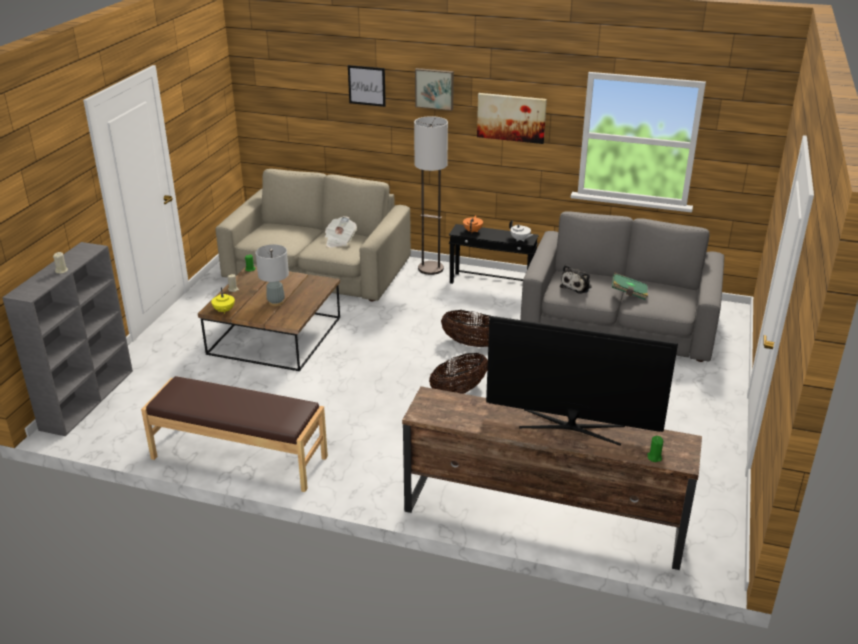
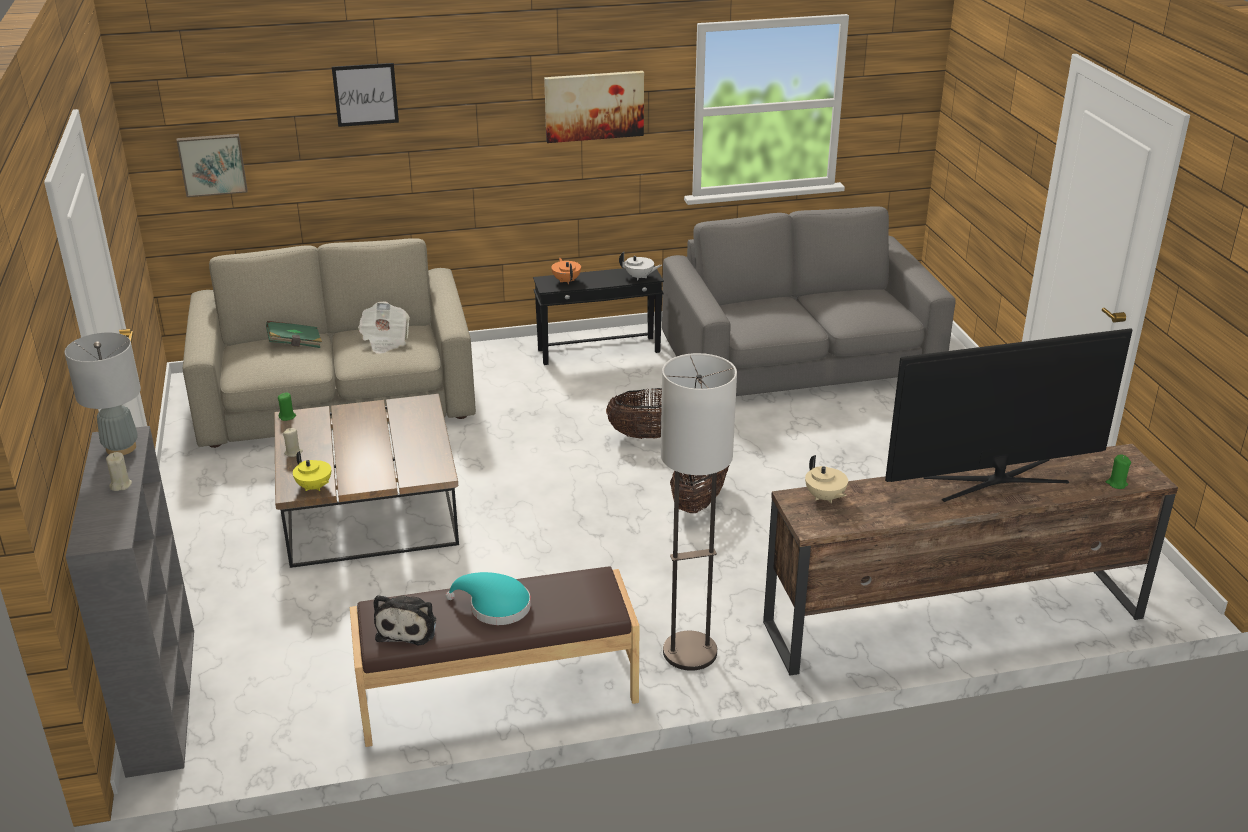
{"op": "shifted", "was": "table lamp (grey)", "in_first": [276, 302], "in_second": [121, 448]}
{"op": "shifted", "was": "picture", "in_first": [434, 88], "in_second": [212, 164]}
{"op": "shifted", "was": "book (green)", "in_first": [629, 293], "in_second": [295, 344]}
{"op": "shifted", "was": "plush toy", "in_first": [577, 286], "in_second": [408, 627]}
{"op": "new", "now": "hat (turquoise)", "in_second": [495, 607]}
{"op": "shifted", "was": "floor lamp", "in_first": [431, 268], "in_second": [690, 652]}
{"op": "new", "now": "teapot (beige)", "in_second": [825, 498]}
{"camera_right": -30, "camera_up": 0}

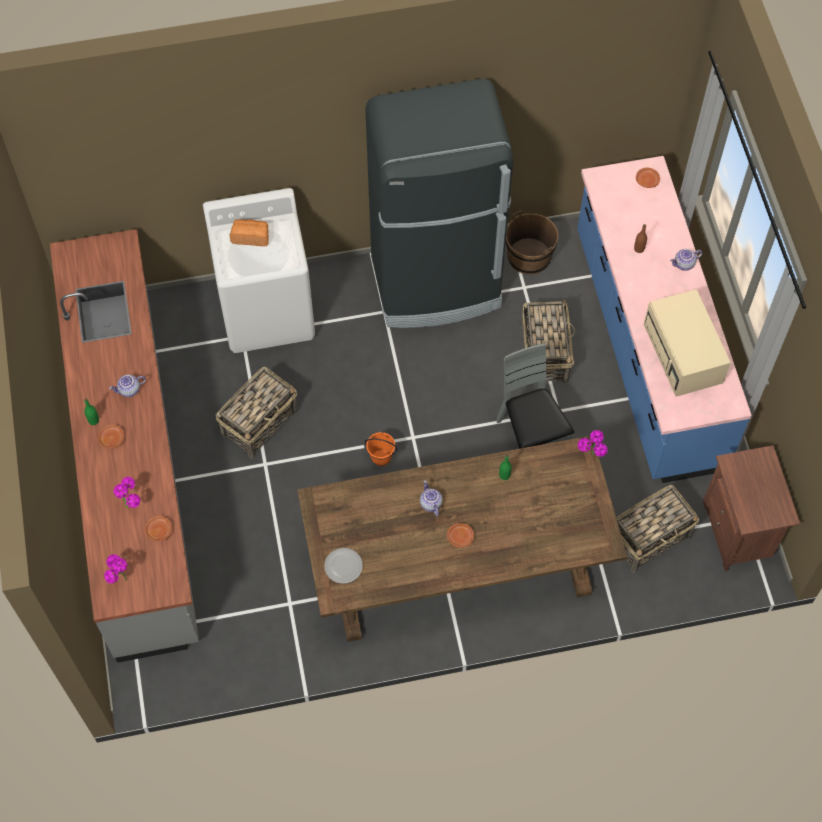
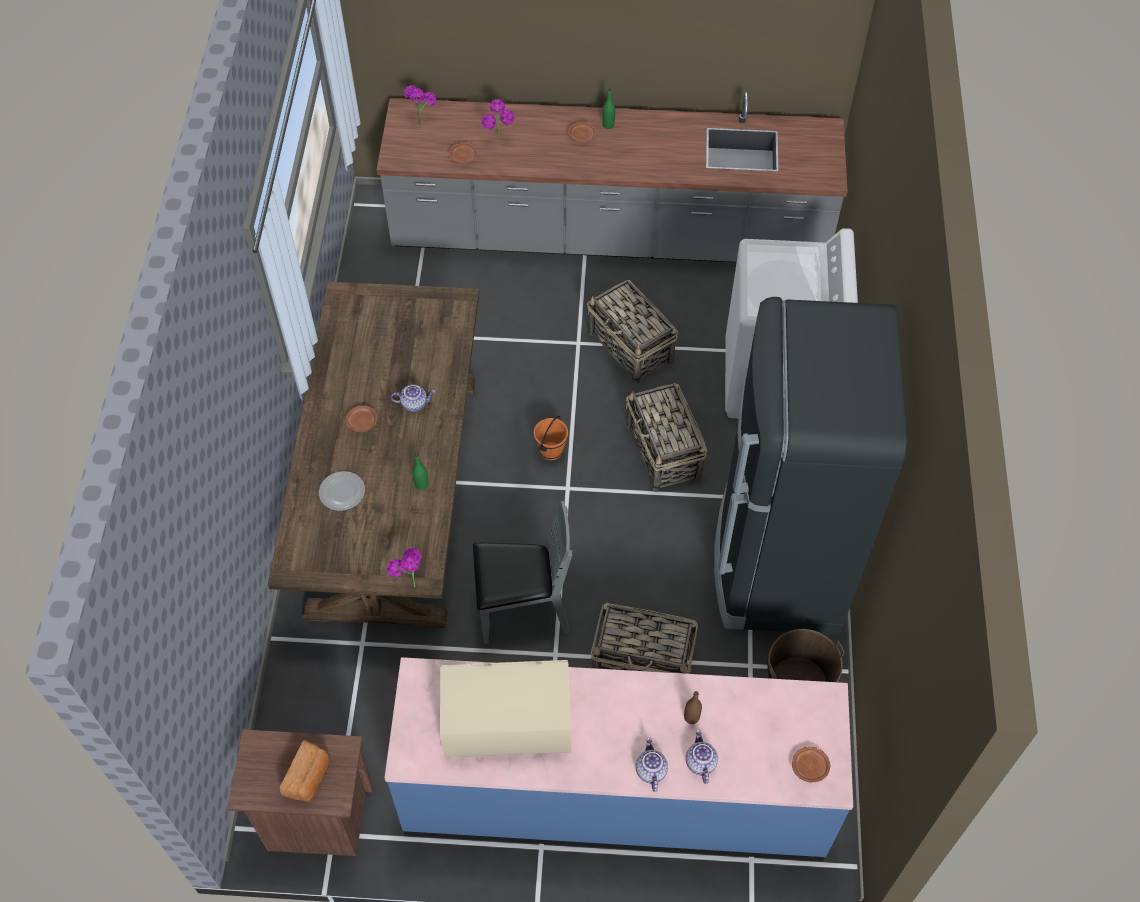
{"op": "shifted", "was": "bread", "in_first": [251, 237], "in_second": [309, 777]}
{"op": "shifted", "was": "plate", "in_first": [343, 566], "in_second": [341, 492]}
{"op": "shifted", "was": "basket", "in_first": [650, 537], "in_second": [664, 453]}
{"op": "shifted", "was": "teapot", "in_first": [129, 390], "in_second": [699, 762]}
{"camera_right": 105, "camera_up": -5}

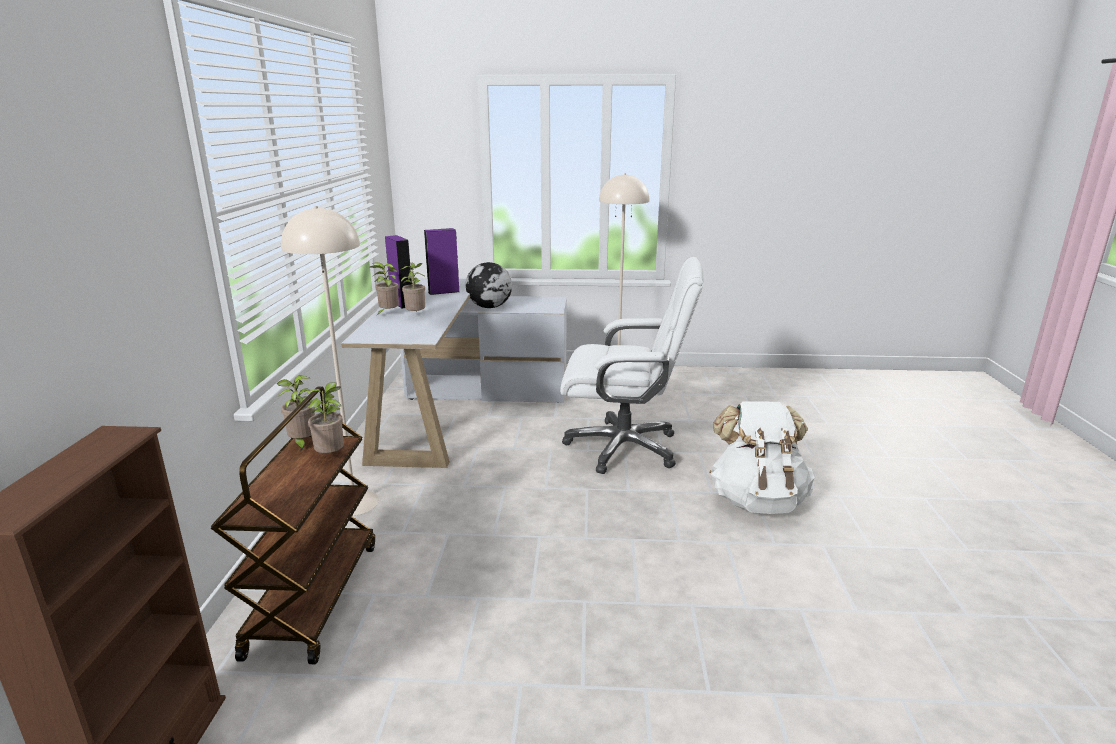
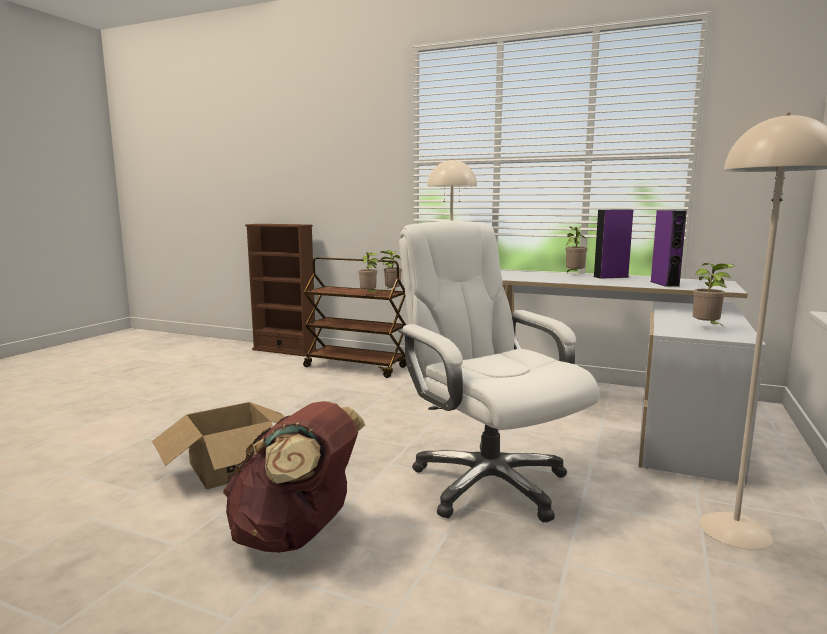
{"op": "new", "now": "cardboard box", "in_second": [232, 467]}
{"op": "repainted", "was": "backpack (white)", "now": "backpack (brown)", "in_first": [757, 500], "in_second": [296, 535]}
{"op": "rotated", "was": "office chair (white)", "in_first": [624, 447], "in_second": [488, 483], "clockwise": 120}
{"op": "shifted", "was": "potted plant", "in_first": [416, 315], "in_second": [707, 328]}
{"op": "gone", "was": "globe", "in_first": [489, 307]}
{"camera_right": 110, "camera_up": -10}

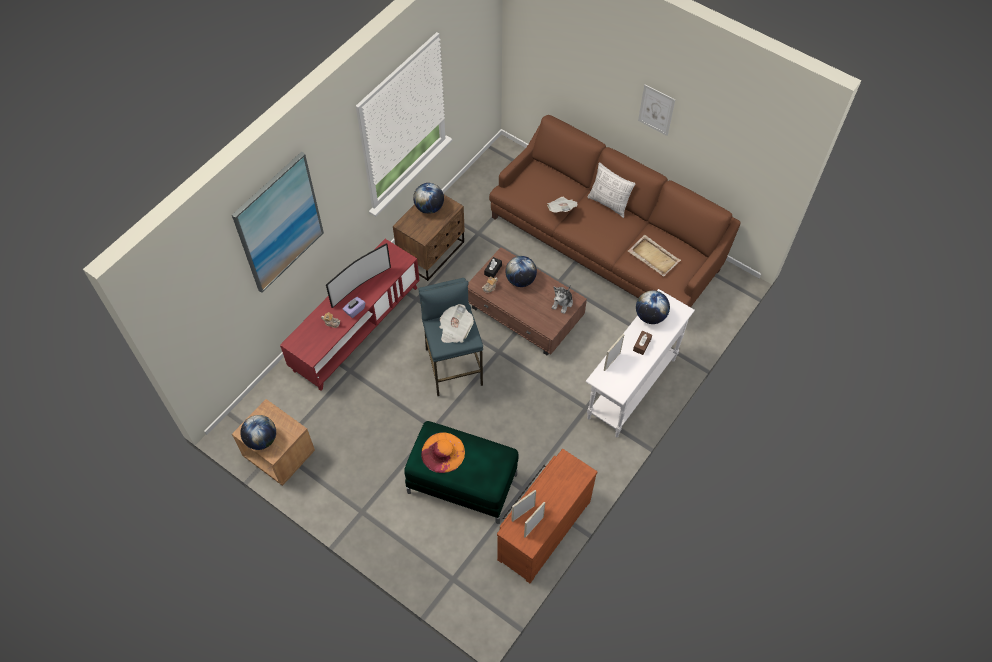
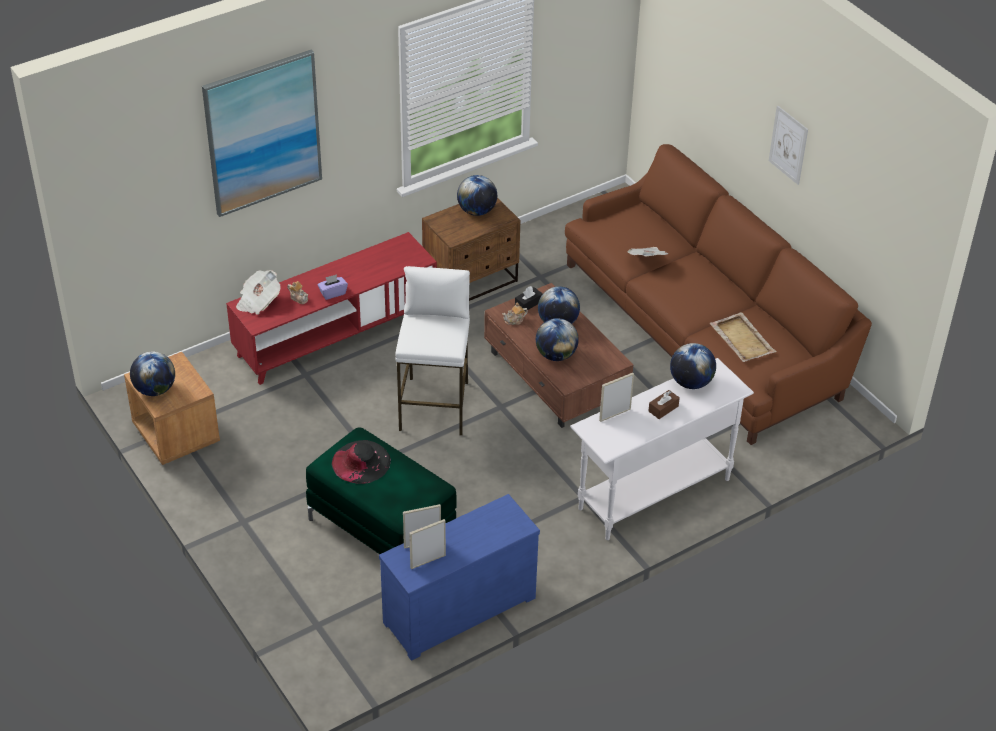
{"op": "shifted", "was": "newspaper", "in_first": [455, 330], "in_second": [258, 301]}
{"op": "repainted", "was": "hat (orange)", "now": "hat (black)", "in_first": [443, 452], "in_second": [361, 462]}
{"op": "repainted", "was": "dresser (brown)", "now": "dresser (blue)", "in_first": [542, 528], "in_second": [457, 607]}
{"op": "repainted", "was": "stool (blue)", "now": "stool (white)", "in_first": [453, 366], "in_second": [435, 406]}
{"op": "new", "now": "globe", "in_second": [556, 355]}
{"op": "gone", "was": "television", "in_first": [359, 285]}
{"op": "gone", "was": "plush toy", "in_first": [562, 303]}
{"op": "gone", "was": "pillow", "in_first": [609, 203]}
{"camera_right": 20, "camera_up": -15}

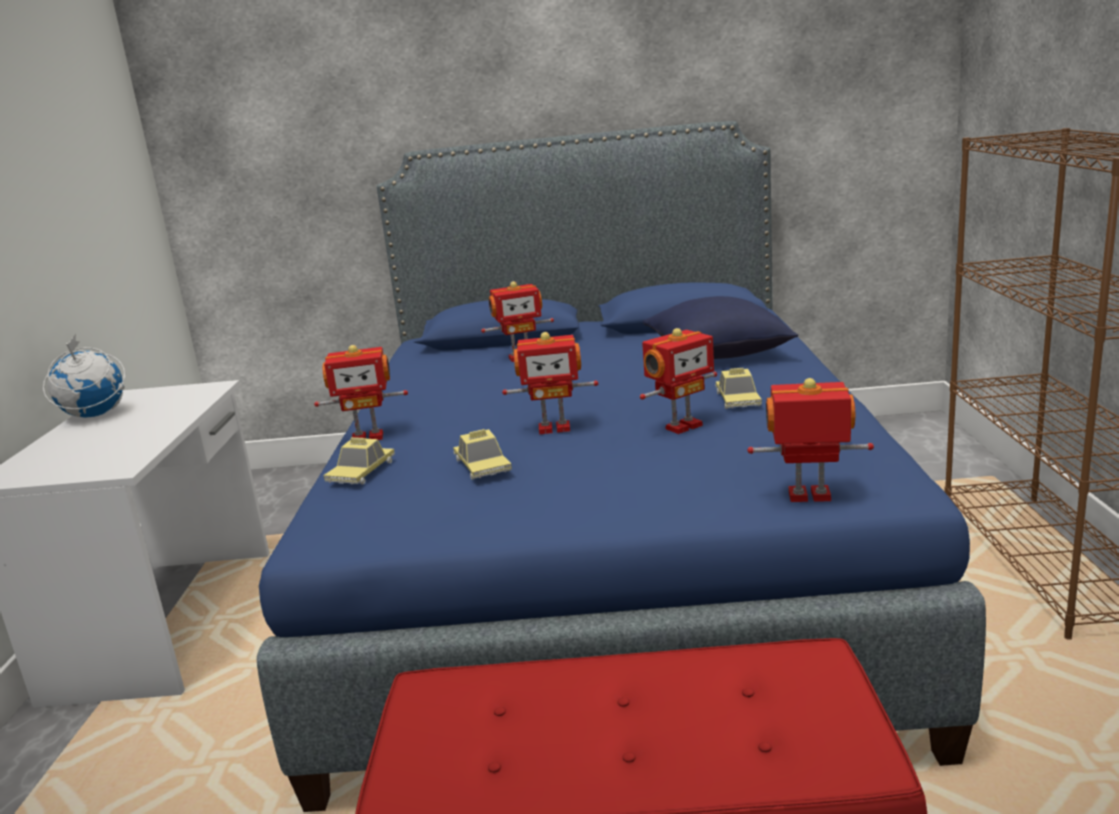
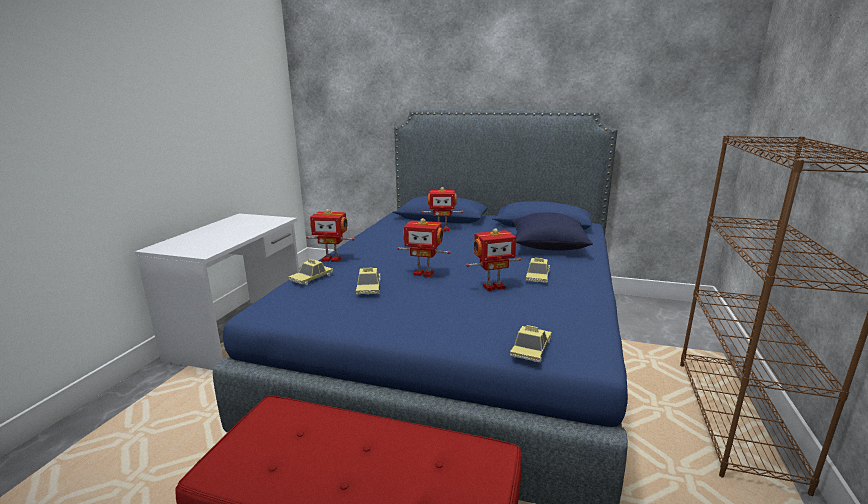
{"op": "swapped", "was": "toy robot", "now": "toy car", "in_first": [809, 497], "in_second": [531, 349]}
{"op": "gone", "was": "globe", "in_first": [93, 416]}
{"camera_right": 15, "camera_up": 0}

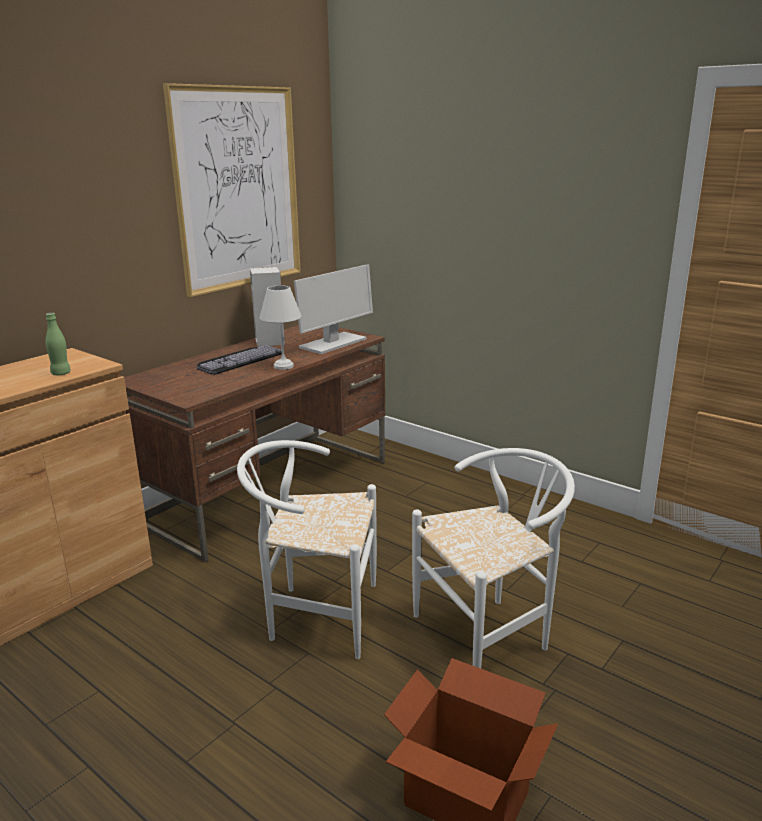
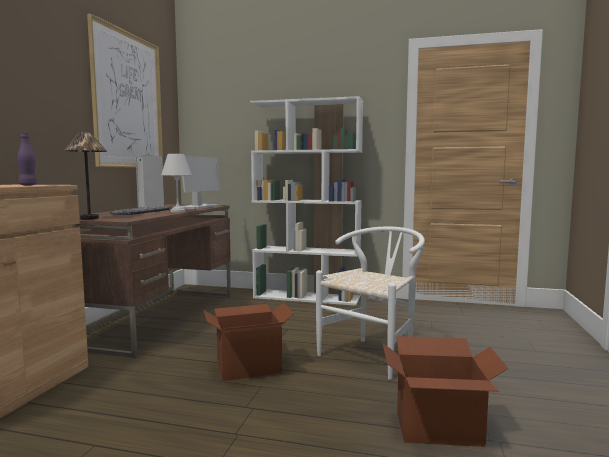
{"op": "repainted", "was": "bottle (green)", "now": "bottle (purple)", "in_first": [61, 373], "in_second": [28, 185]}
{"op": "new", "now": "table lamp", "in_second": [89, 218]}
{"op": "swapped", "was": "chair (white)", "now": "cardboard box", "in_first": [315, 615], "in_second": [248, 367]}
{"op": "new", "now": "bookcase (white)", "in_second": [307, 297]}
{"camera_right": -25, "camera_up": -15}

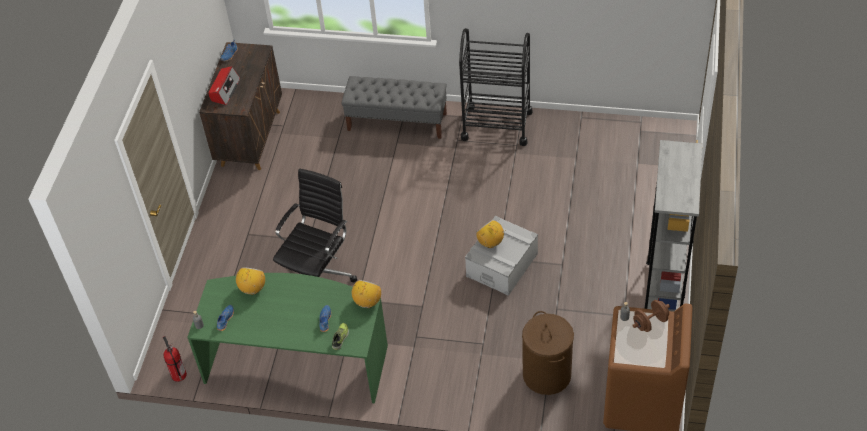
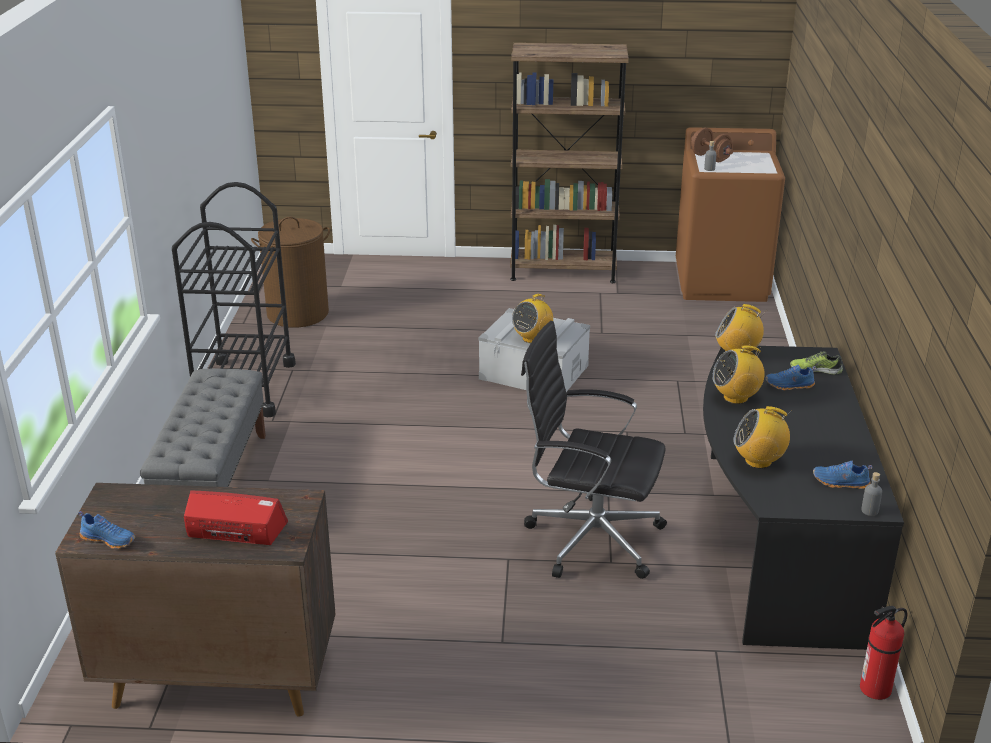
{"op": "shifted", "was": "laundry basket (brown)", "in_first": [547, 374], "in_second": [298, 313]}
{"op": "repainted", "was": "bookcase (grey)", "now": "bookcase (brown)", "in_first": [662, 295], "in_second": [563, 272]}
{"op": "repainted", "was": "desk (green)", "now": "desk (black)", "in_first": [297, 360], "in_second": [775, 542]}
{"op": "new", "now": "radio", "in_second": [736, 397]}
{"camera_right": -100, "camera_up": -20}

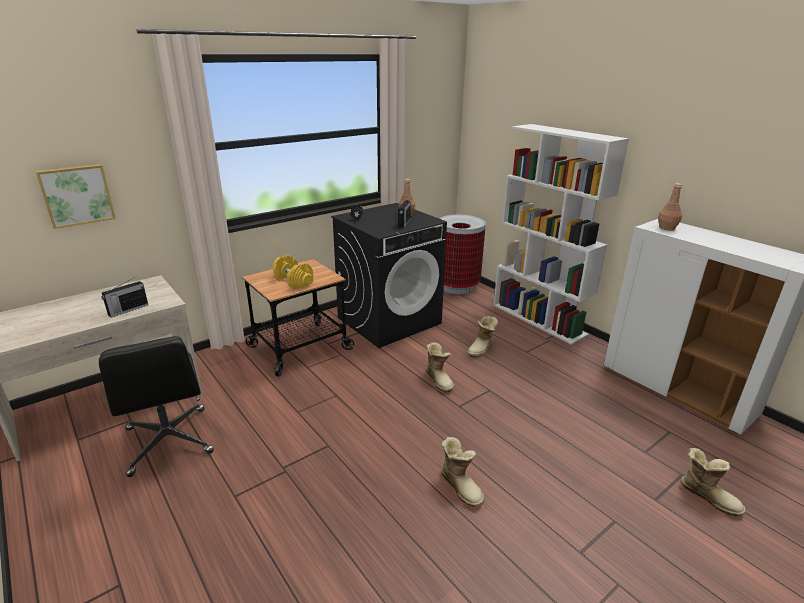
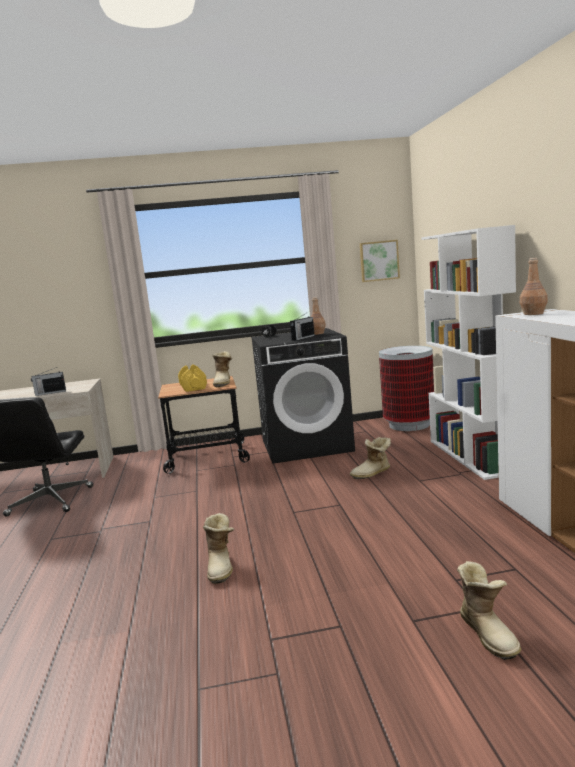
{"op": "shifted", "was": "boot", "in_first": [439, 380], "in_second": [224, 383]}
{"op": "shifted", "was": "picture", "in_first": [77, 195], "in_second": [379, 261]}
{"camera_right": 30, "camera_up": -15}

